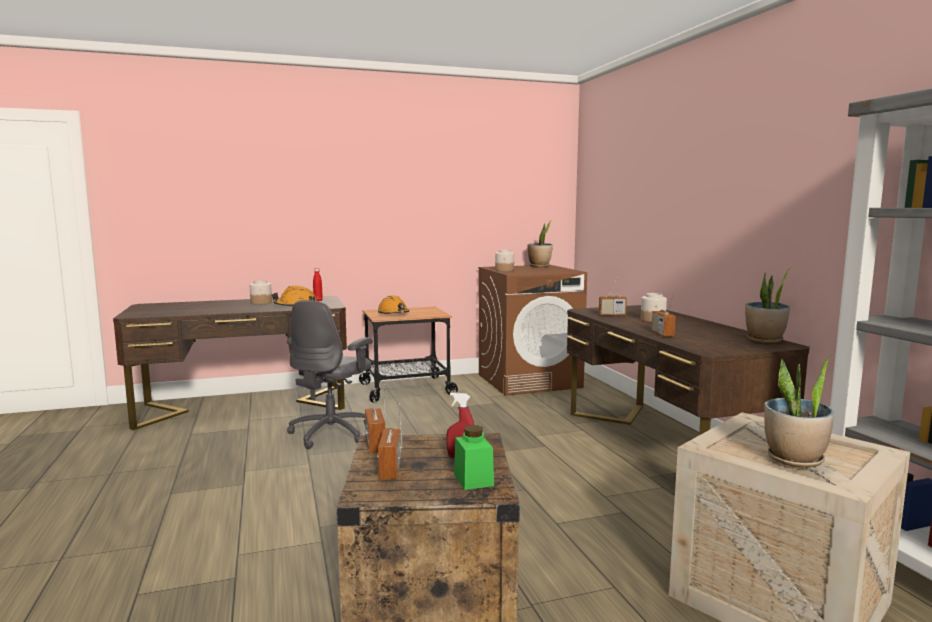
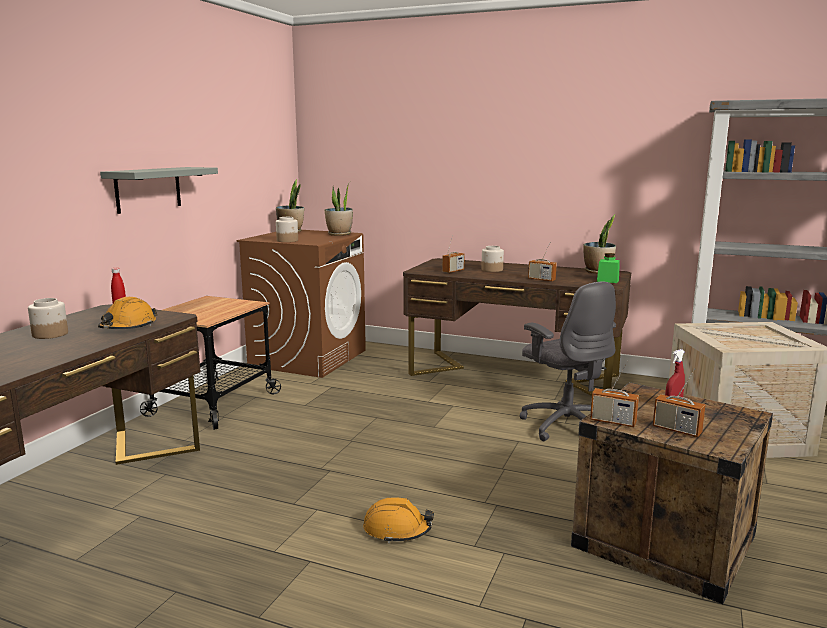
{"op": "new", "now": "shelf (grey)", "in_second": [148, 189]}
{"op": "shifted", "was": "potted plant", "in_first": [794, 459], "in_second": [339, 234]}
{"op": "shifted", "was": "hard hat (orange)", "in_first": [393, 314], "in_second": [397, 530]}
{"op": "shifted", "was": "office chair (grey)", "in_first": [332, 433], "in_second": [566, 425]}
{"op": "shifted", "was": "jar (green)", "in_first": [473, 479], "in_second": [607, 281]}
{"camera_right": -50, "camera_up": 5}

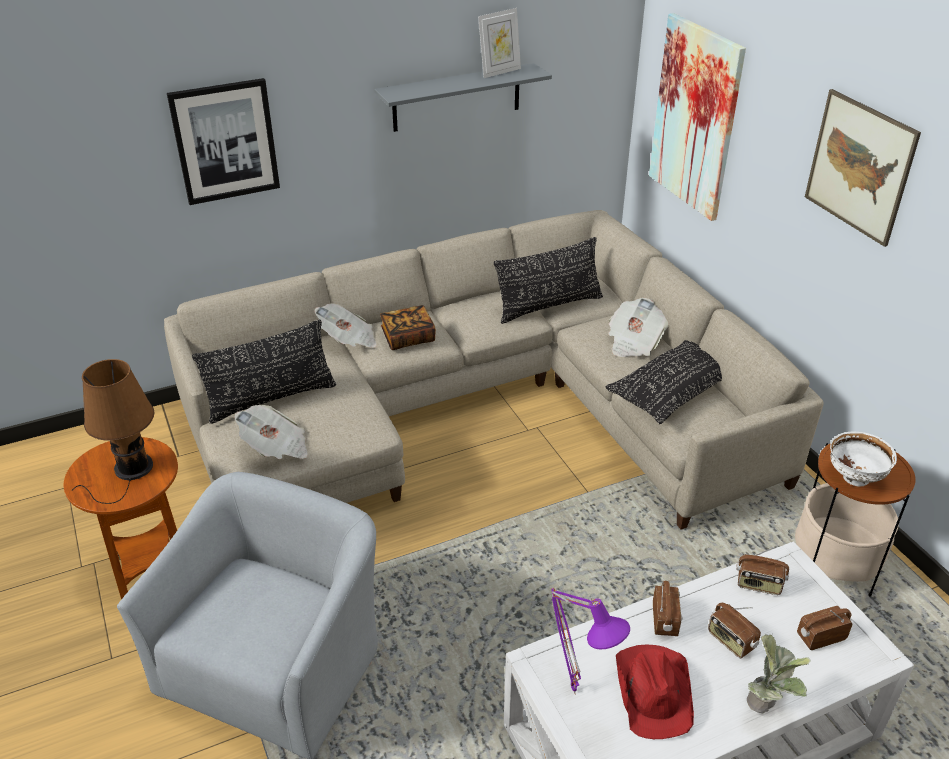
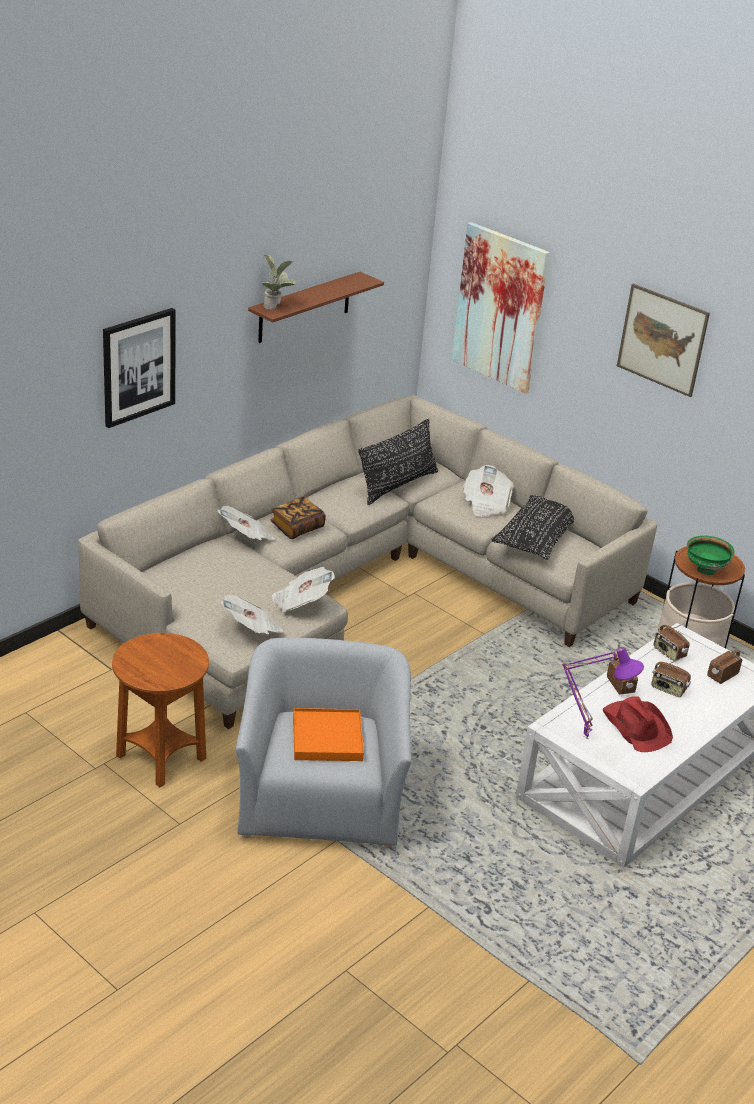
{"op": "repainted", "was": "shelf (grey)", "now": "shelf (brown)", "in_first": [456, 97], "in_second": [304, 307]}
{"op": "shifted", "was": "potted plant", "in_first": [767, 705], "in_second": [276, 307]}
{"op": "new", "now": "newspaper", "in_second": [301, 602]}
{"op": "new", "now": "tray (orange)", "in_second": [327, 738]}
{"op": "rotated", "was": "radio", "in_first": [758, 585], "in_second": [668, 653], "clockwise": 60}
{"op": "repainted", "was": "bowl (white)", "now": "bowl (green)", "in_first": [854, 478], "in_second": [705, 570]}
{"op": "gone", "was": "table lamp (brown)", "in_first": [130, 470]}
{"op": "gone", "was": "pillow (black)", "in_first": [271, 399]}
{"op": "gone", "was": "picture frame", "in_first": [499, 72]}
{"camera_right": -25, "camera_up": -5}

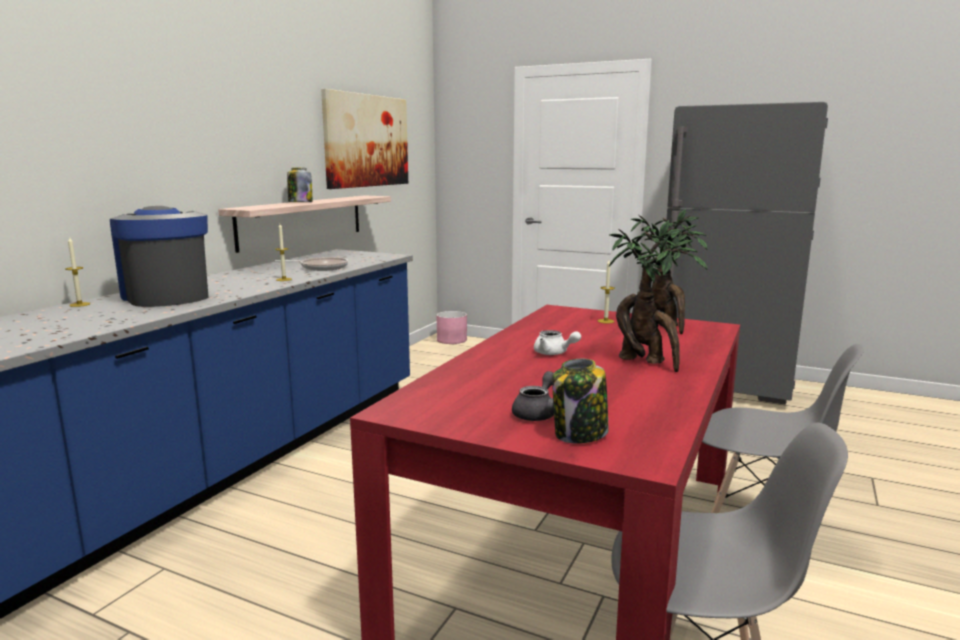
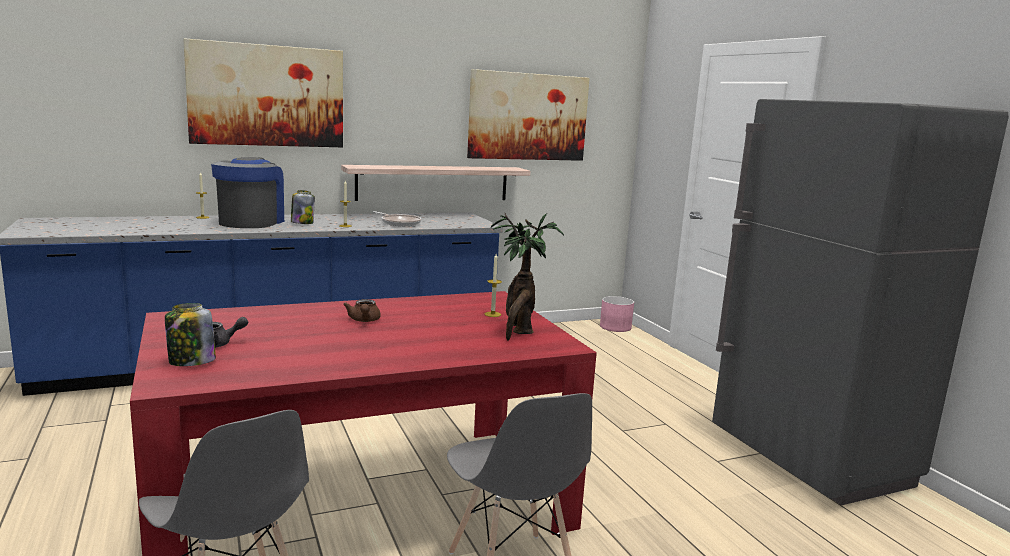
{"op": "new", "now": "picture", "in_second": [267, 96]}
{"op": "shifted", "was": "jar", "in_first": [300, 202], "in_second": [302, 223]}
{"op": "repainted", "was": "teapot (white)", "now": "teapot (brown)", "in_first": [554, 353], "in_second": [364, 320]}
{"op": "gone", "was": "potted plant", "in_first": [646, 362]}
{"camera_right": 40, "camera_up": 0}

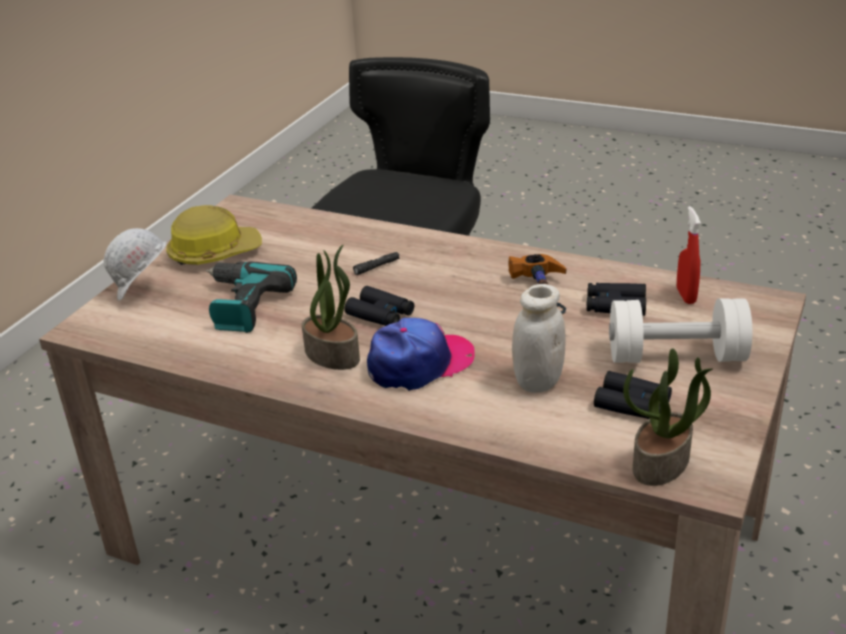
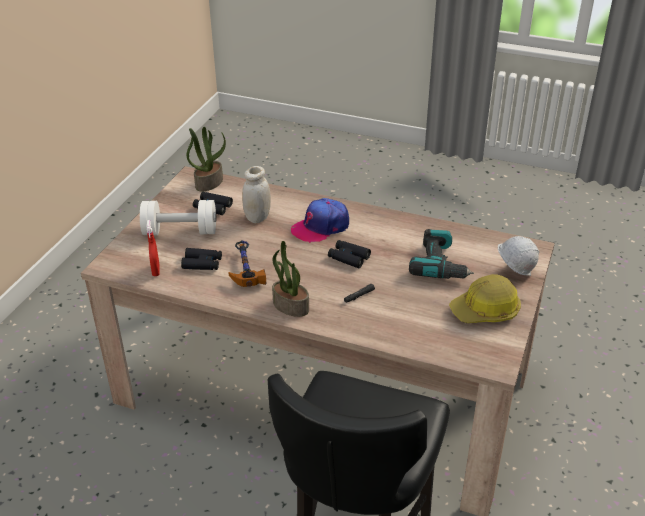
{"op": "shifted", "was": "potted plant", "in_first": [333, 355], "in_second": [290, 306]}
{"camera_right": 175, "camera_up": 5}

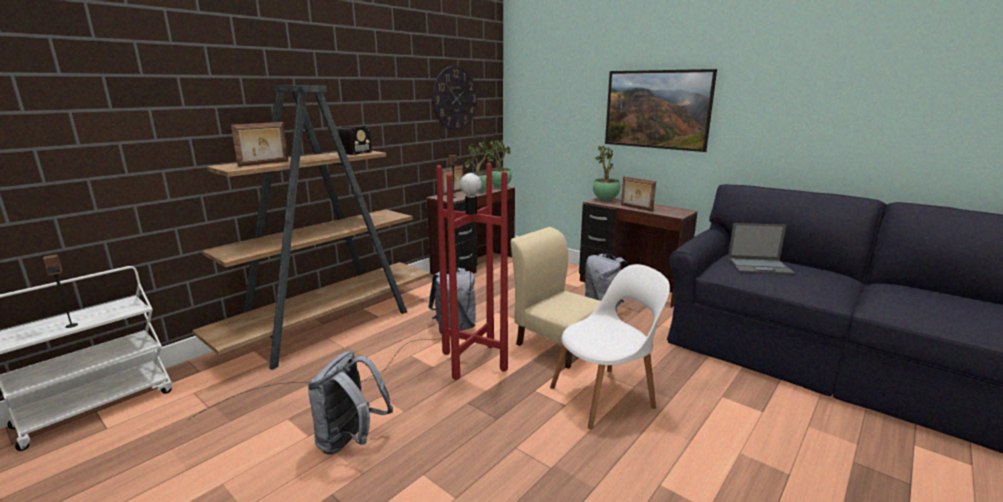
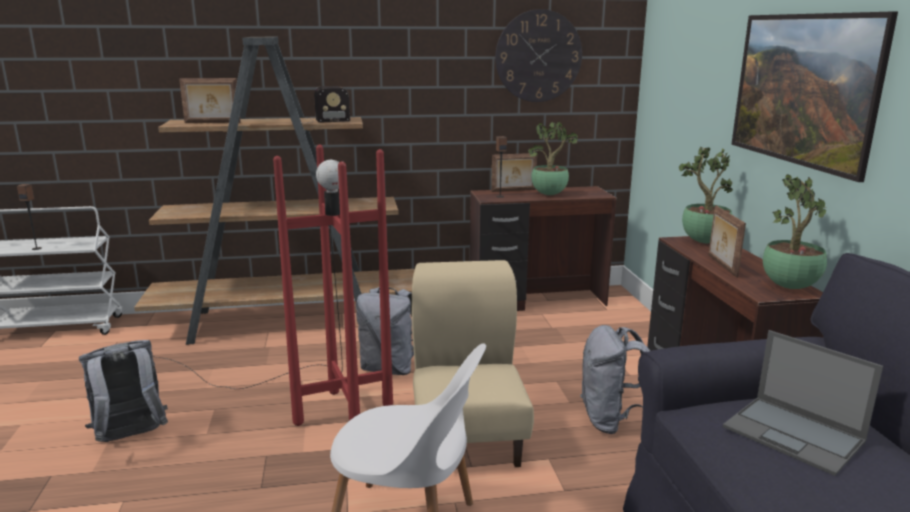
{"op": "shifted", "was": "potted plant", "in_first": [500, 187], "in_second": [790, 287]}
{"camera_right": 40, "camera_up": 0}

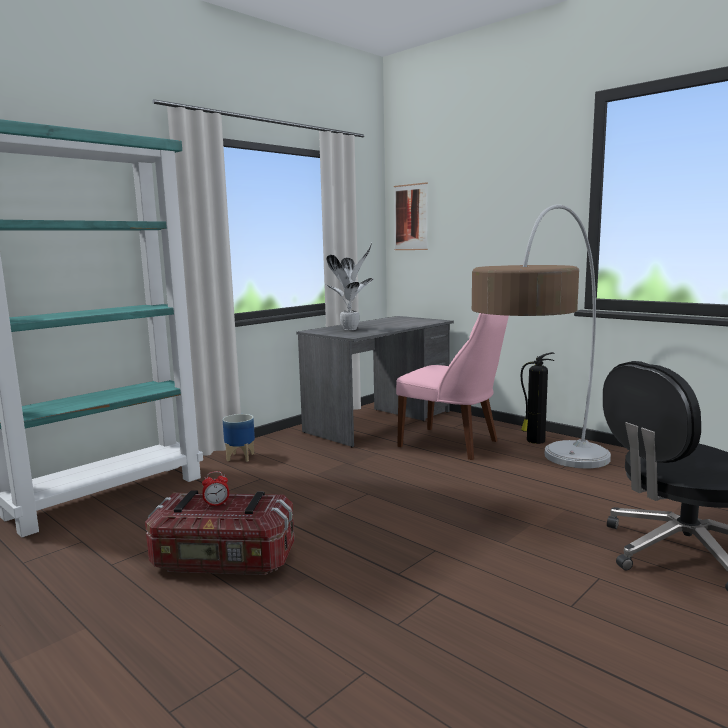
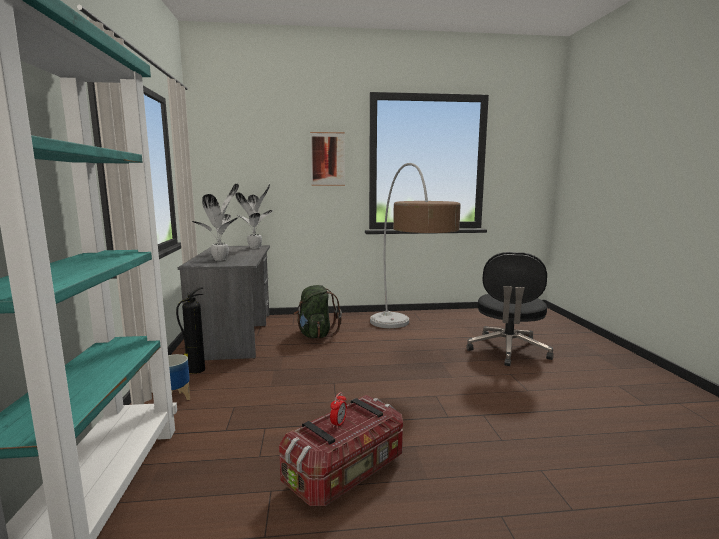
{"op": "shifted", "was": "fire extinguisher", "in_first": [534, 441], "in_second": [195, 370]}
{"op": "new", "now": "potted plant", "in_second": [256, 248]}
{"op": "swapped", "was": "chair (pink)", "now": "backpack (green)", "in_first": [452, 444], "in_second": [315, 335]}
{"op": "shifted", "was": "picture", "in_first": [411, 217], "in_second": [327, 159]}
{"camera_right": -50, "camera_up": 0}

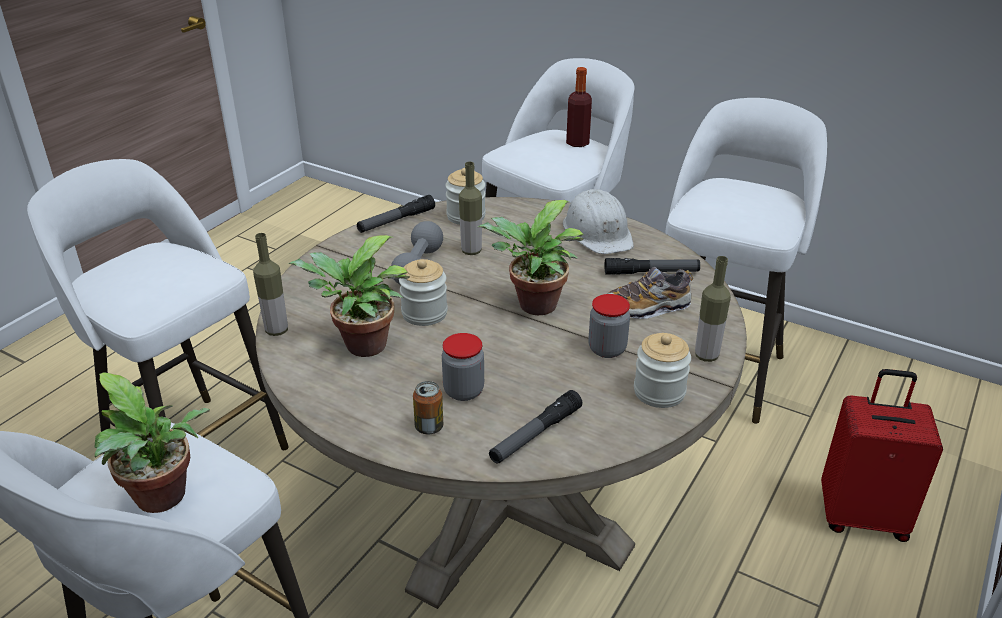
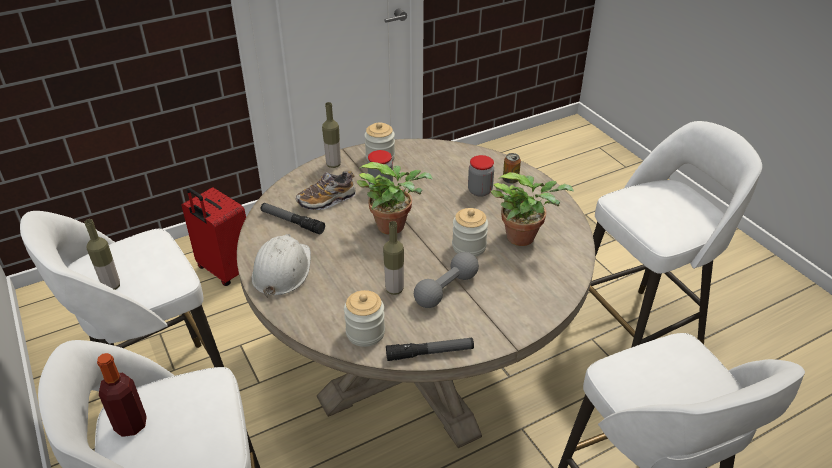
{"op": "shifted", "was": "bottle", "in_first": [277, 330], "in_second": [111, 286]}
{"op": "rotated", "was": "shoe", "in_first": [648, 307], "in_second": [327, 200], "clockwise": 135}
{"op": "gone", "was": "potted plant", "in_first": [164, 499]}
{"op": "gone", "was": "flashlight", "in_first": [535, 434]}
{"camera_right": -150, "camera_up": 5}

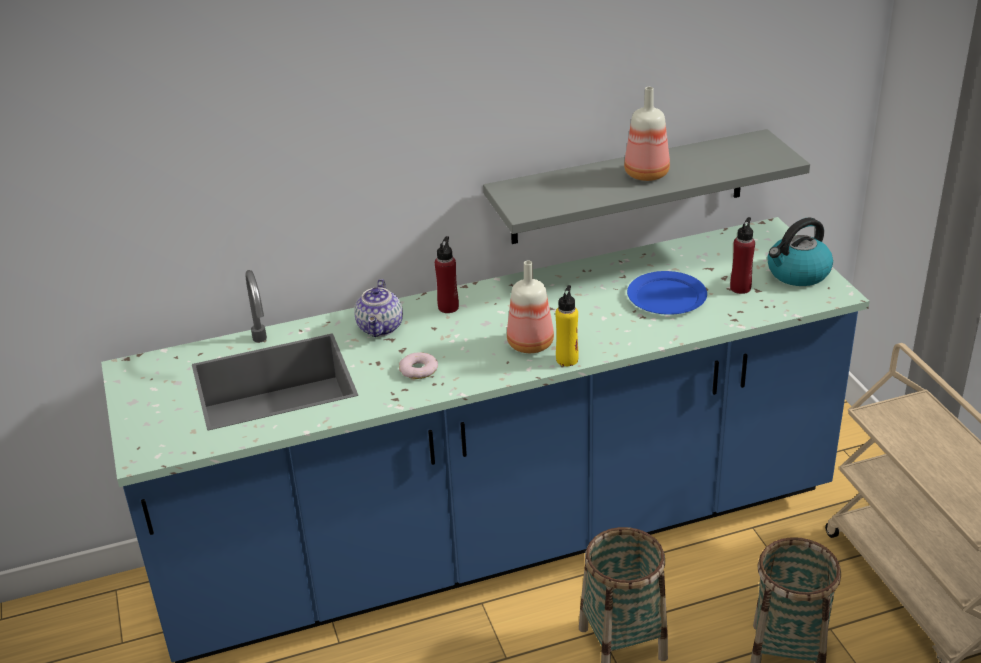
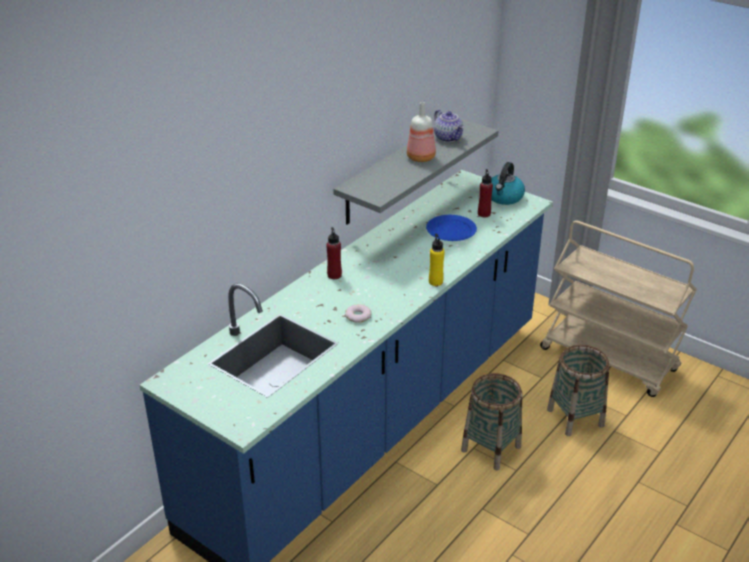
{"op": "shifted", "was": "teapot", "in_first": [381, 328], "in_second": [448, 138]}
{"op": "gone", "was": "bottle", "in_first": [529, 343]}
{"camera_right": -35, "camera_up": 0}

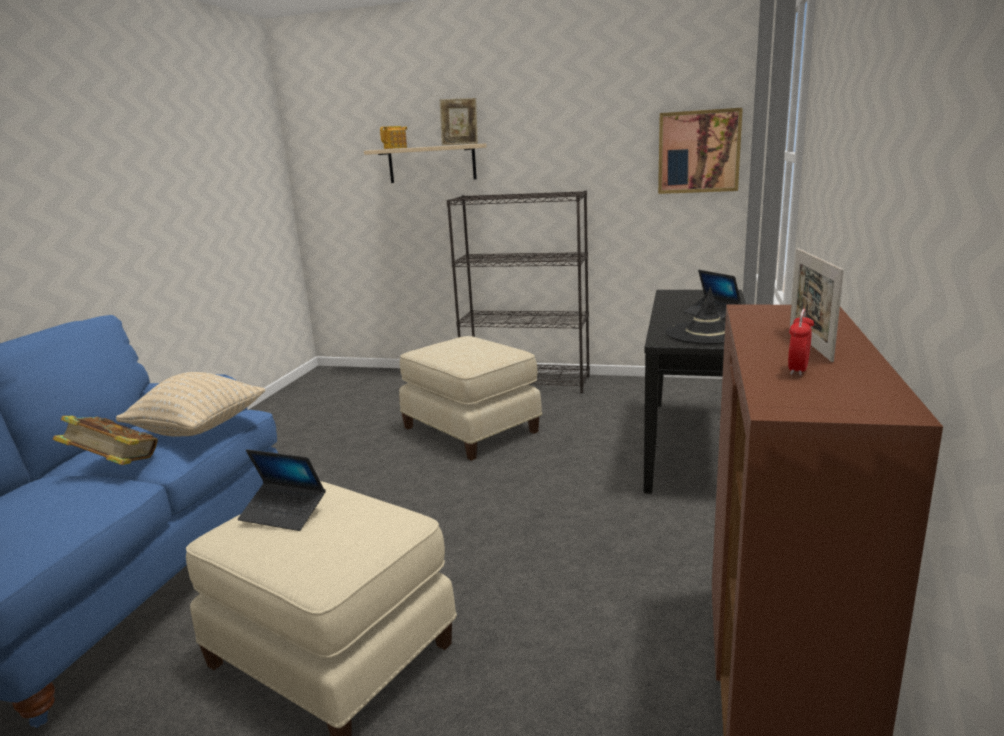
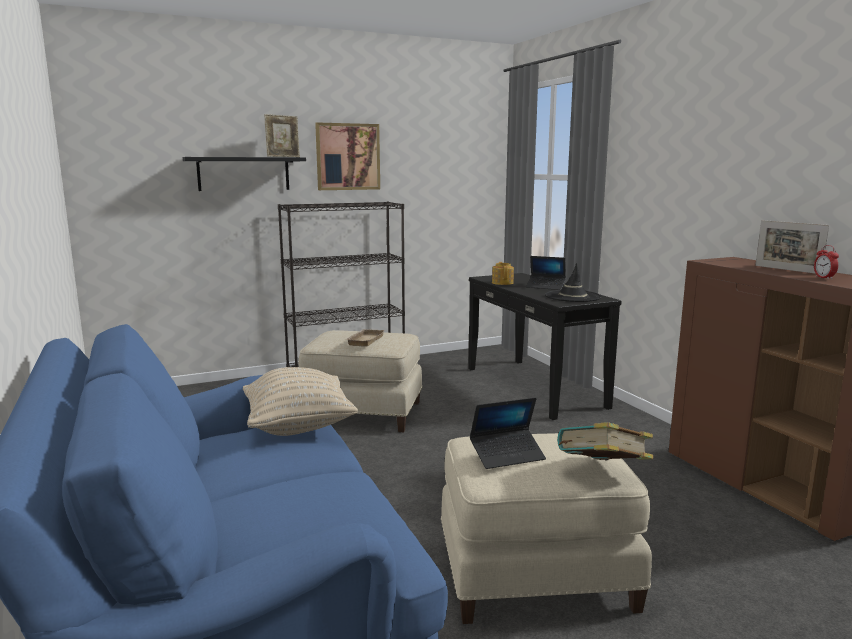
{"op": "repainted", "was": "shelf (beige)", "now": "shelf (black)", "in_first": [431, 164], "in_second": [244, 174]}
{"op": "shifted", "was": "picture", "in_first": [698, 152], "in_second": [348, 157]}
{"op": "new", "now": "tray (beige)", "in_second": [364, 340]}
{"op": "shifted", "was": "teapot", "in_first": [396, 148], "in_second": [502, 283]}
{"op": "shifted", "was": "book", "in_first": [115, 467], "in_second": [602, 472]}
{"camera_right": -40, "camera_up": -5}

